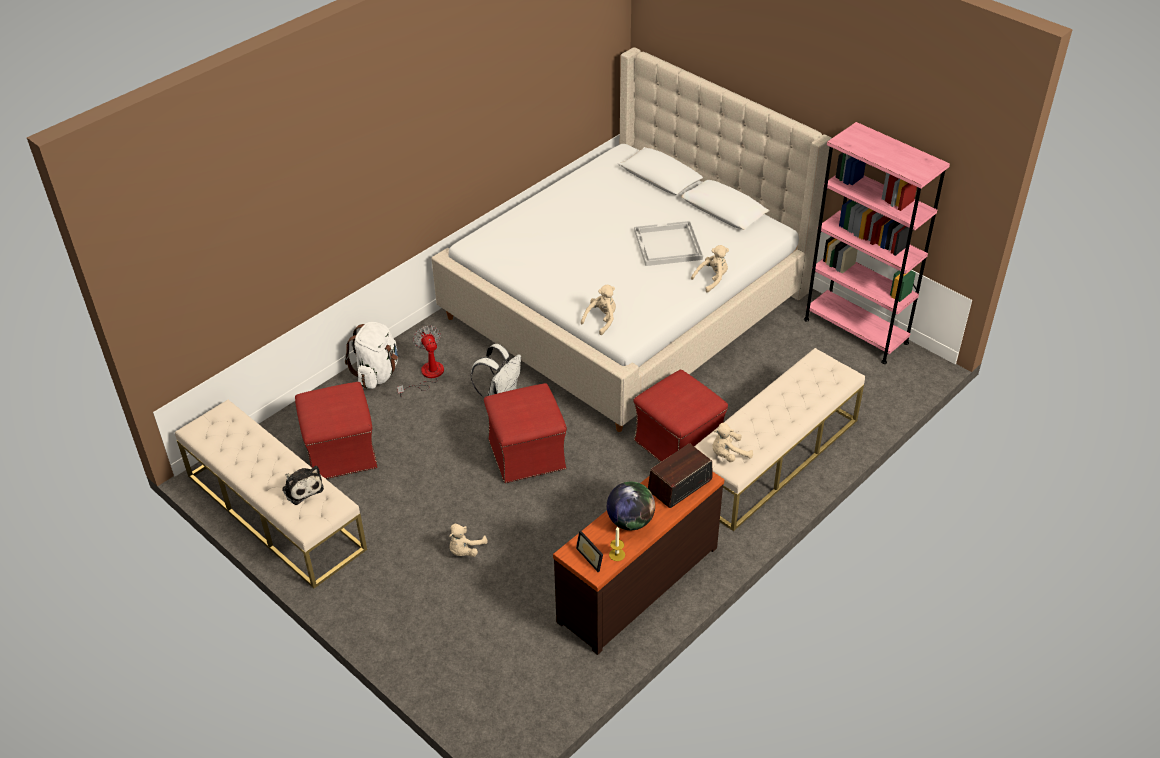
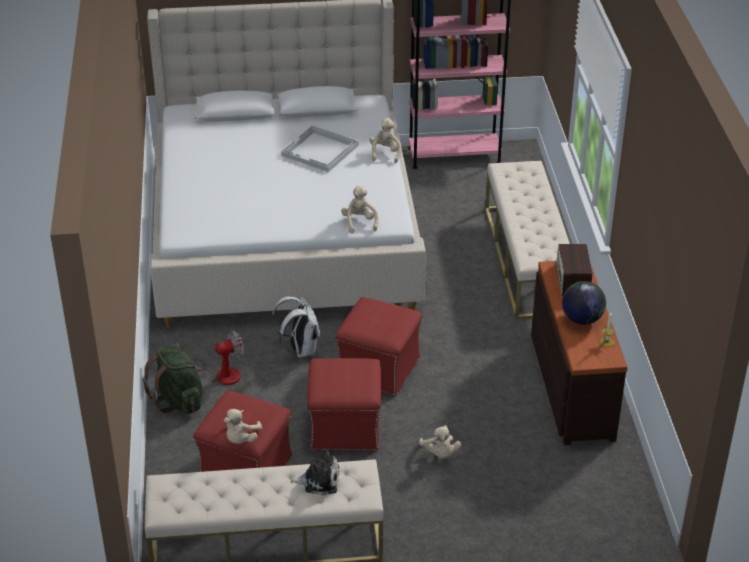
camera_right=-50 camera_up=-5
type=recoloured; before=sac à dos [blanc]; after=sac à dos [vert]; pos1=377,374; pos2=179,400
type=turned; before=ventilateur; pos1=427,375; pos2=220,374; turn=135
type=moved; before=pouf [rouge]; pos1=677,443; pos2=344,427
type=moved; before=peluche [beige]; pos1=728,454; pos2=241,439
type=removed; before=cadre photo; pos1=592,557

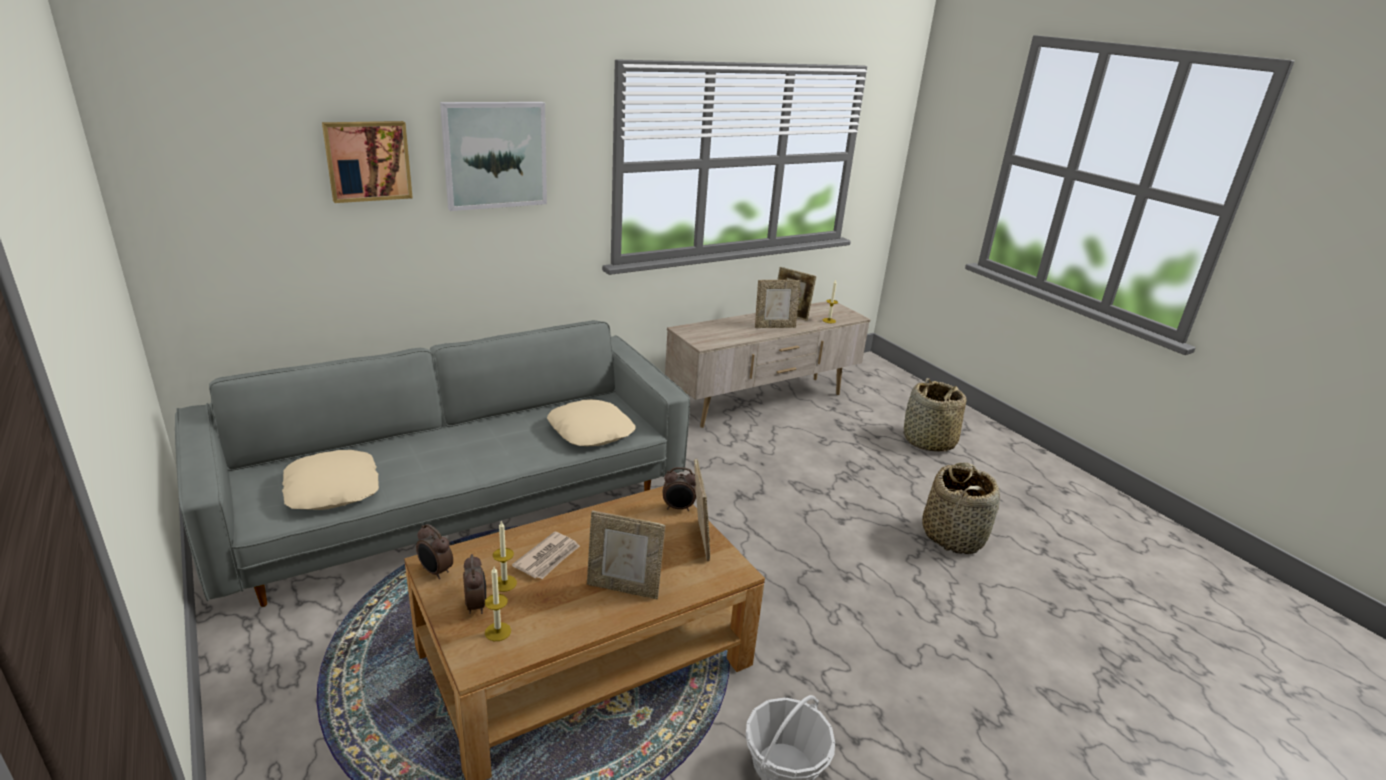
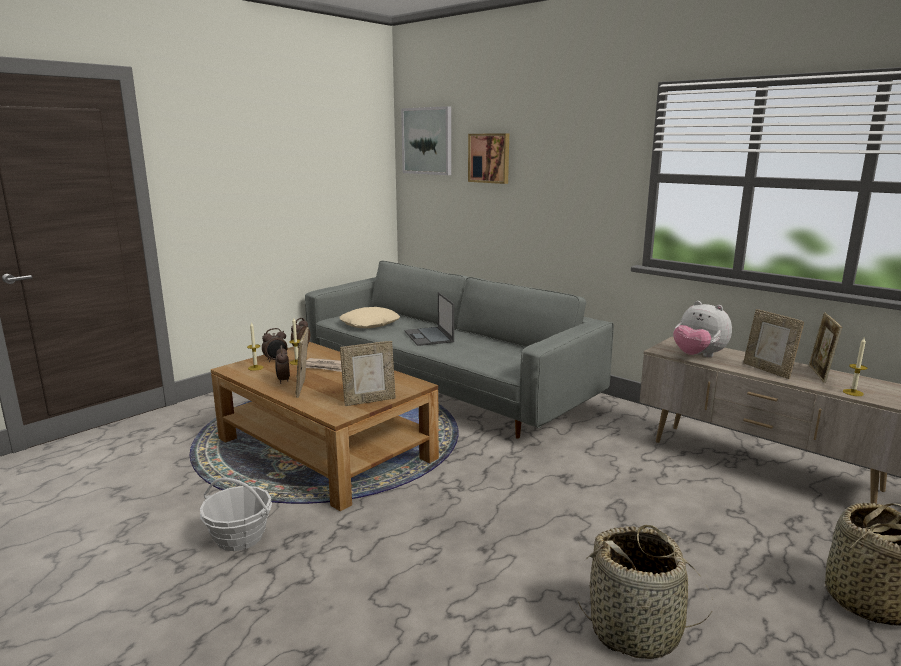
camera_right=75 camera_up=-10
type=moved; before=tableau; pos1=495,155; pos2=427,141
type=removed; before=coussin [beige]; pos1=591,431
type=moved; before=réveil; pos1=678,508; pos2=283,380
type=added; after=ordinateur portable; pos2=429,337
type=added; after=peluche; pos2=698,356

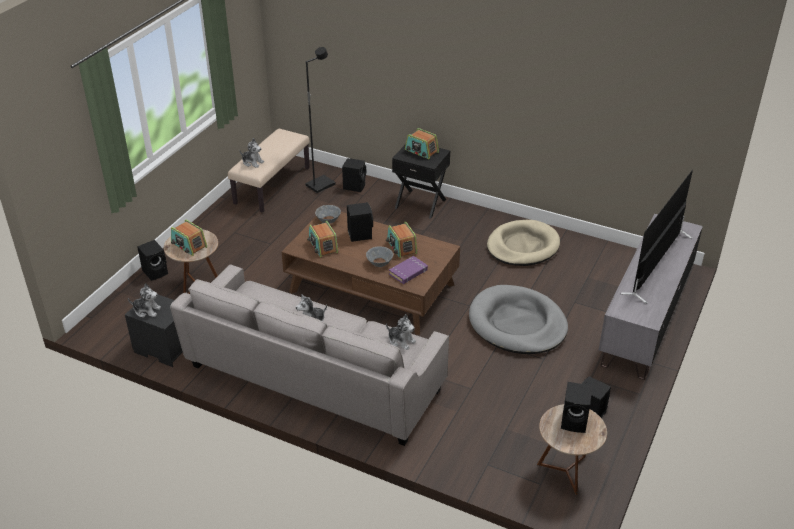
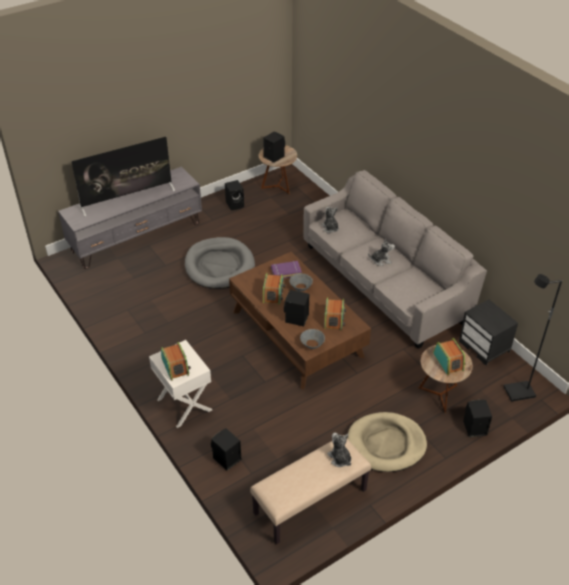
camera_right=-150 camera_up=5
type=moved; before=lampadaire [noir]; pos1=320,185; pos2=519,393
type=recoloured; before=table de chevet [noir]; after=table de chevet [blanc]; pos1=420,203; pos2=184,405
type=moved; before=panier pour chien [beige]; pos1=522,246; pos2=386,444
type=removed; before=peluche; pos1=147,310

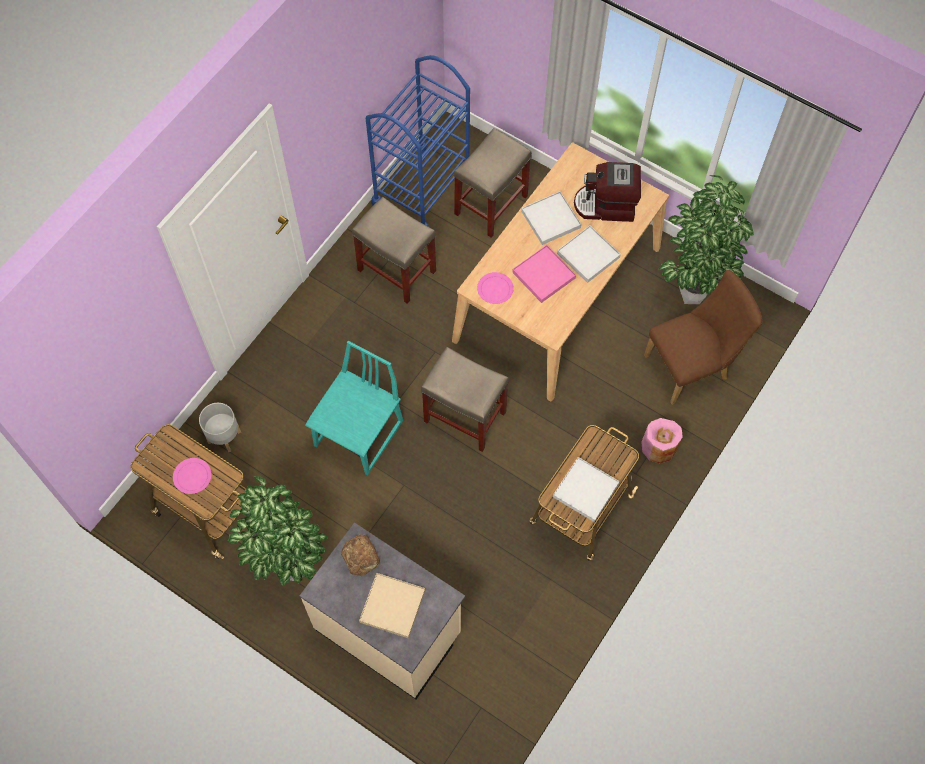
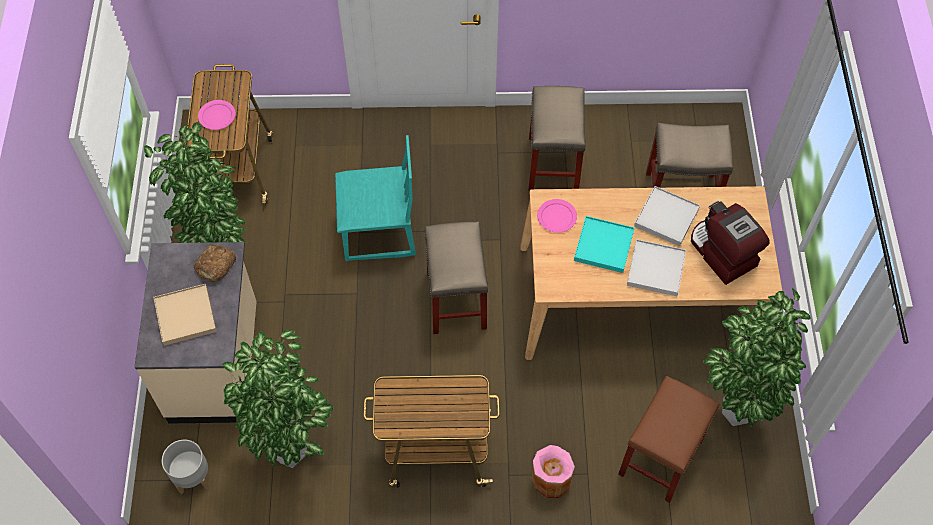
camera_right=55 camera_up=-5
type=removed; before=chariot [bleu]; pos1=422,189
type=recoloured; before=plateau [rose]; after=plateau [turquoise]; pos1=544,275; pos2=604,246
type=replaced; before=chaise [marron]; after=tabouret [marron]; pos1=691,366; pos2=660,458
type=moved; before=cache-pot [gris]; pos1=224,436; pos2=193,477
type=removed; before=plateau [blanc]; pos1=585,490
type=added; after=plante en pot; pos2=294,451

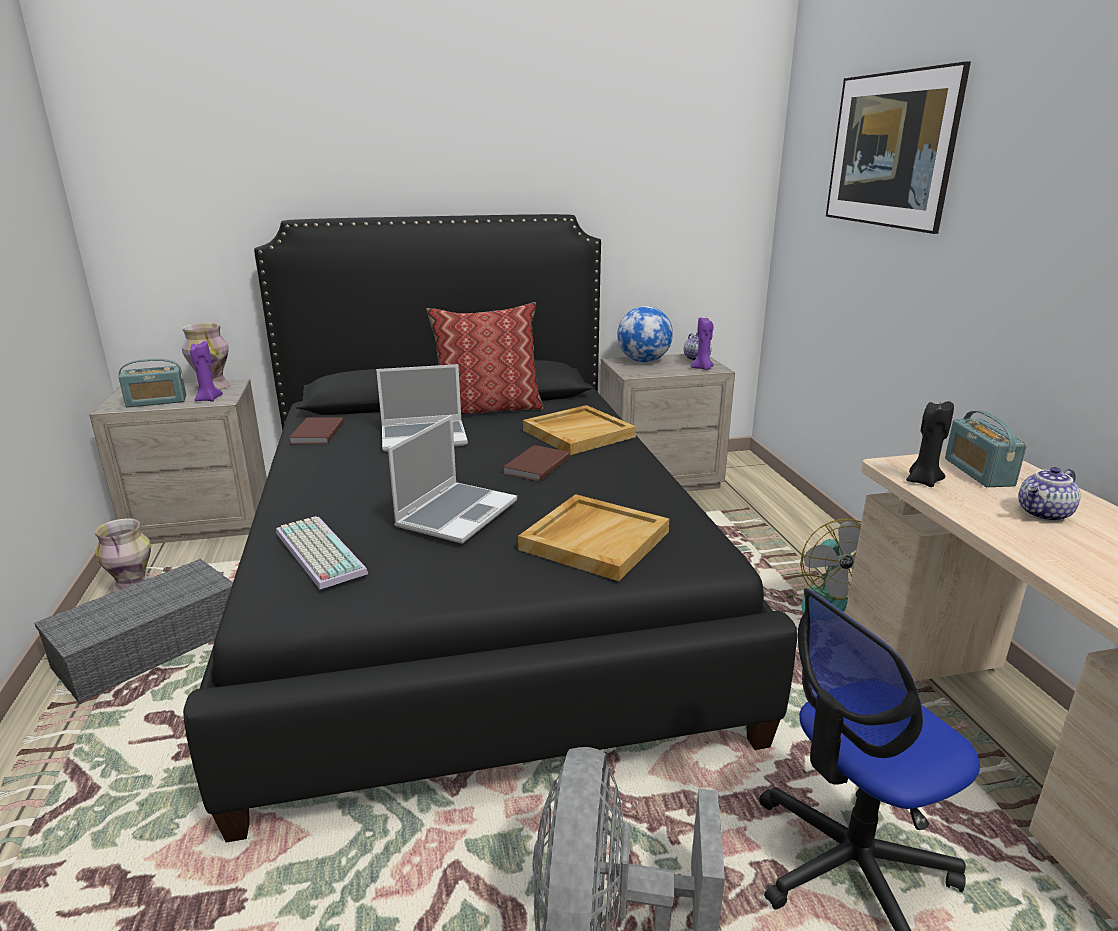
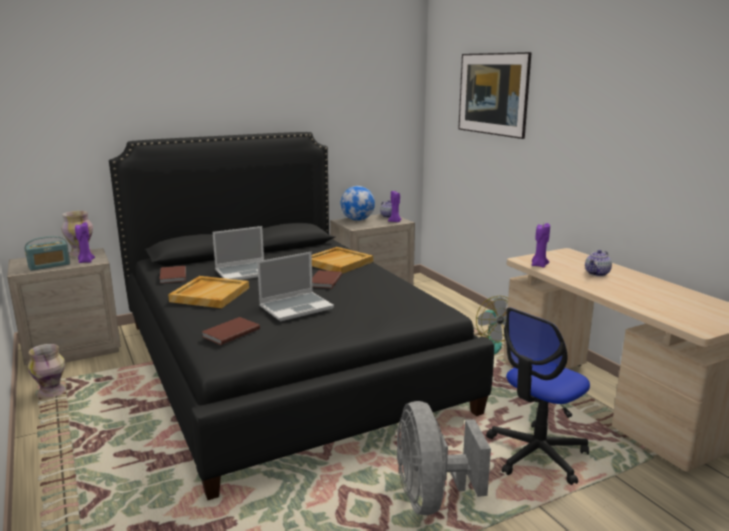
camera_right=-15 camera_up=-5
type=removed; before=coussin; pos1=488,408
type=recoloured; before=bougie [noir]; after=bougie [violet]; pos1=923,481; pos2=539,265
type=removed; before=radio; pos1=978,472
type=turned; before=ordinateur portable; pos1=457,513; pos2=296,307; turn=45
type=moved; before=plateau [beige]; pos1=594,540; pos2=210,294
type=replaced; before=clavier; after=livre [marron]; pos1=316,552; pos2=229,333
type=removed; before=boîte de rangement [gris]; pos1=152,645

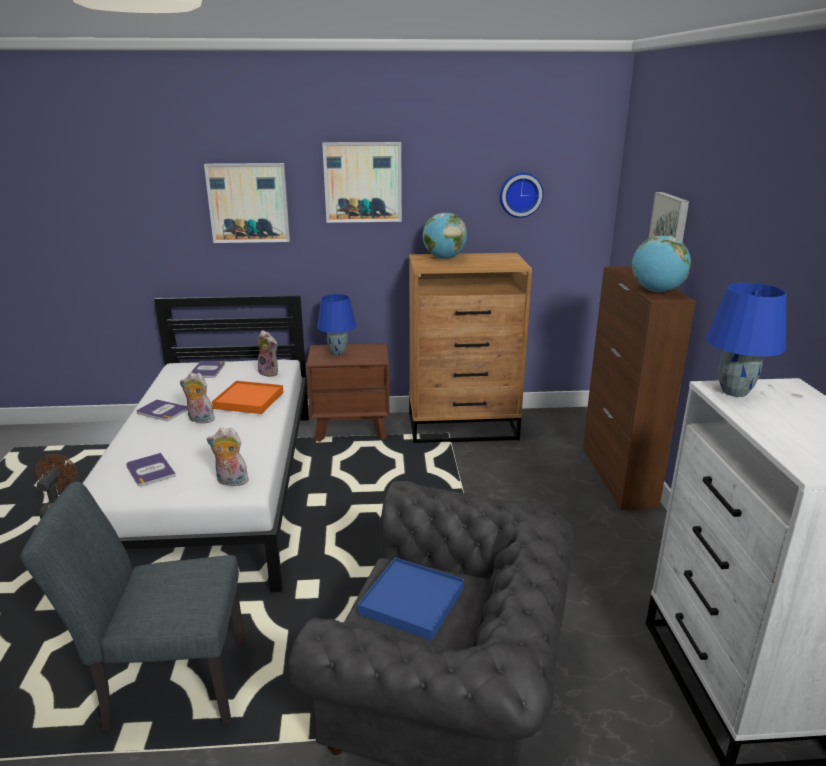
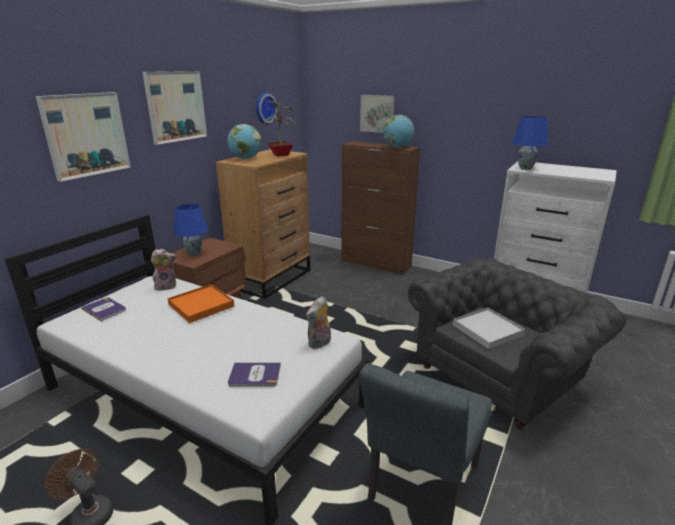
camera_right=-55 camera_up=0
type=removed; before=peluche; pos1=199,420
type=removed; before=livre; pos1=162,411
type=recoloured; before=plateau [bleu]; after=plateau [blanc]; pos1=412,601; pos2=487,330
type=added; after=plante en pot; pos2=282,154

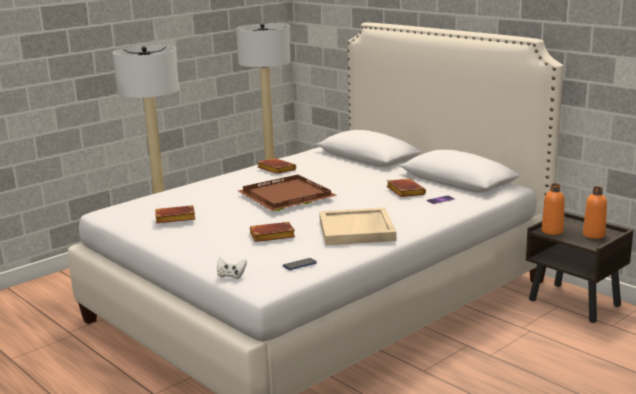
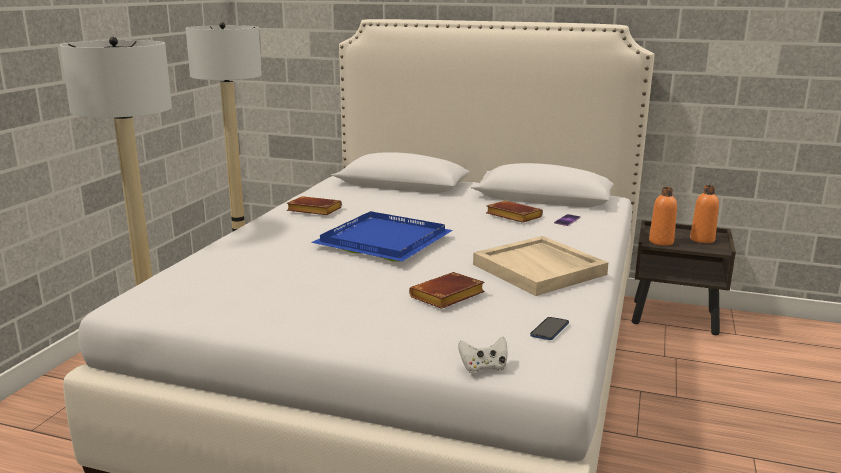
camera_right=-30 camera_up=0
type=recoloured; before=plateau [marron]; after=plateau [bleu]; pos1=287,195; pos2=383,240
type=removed; before=livre [marron]; pos1=174,219

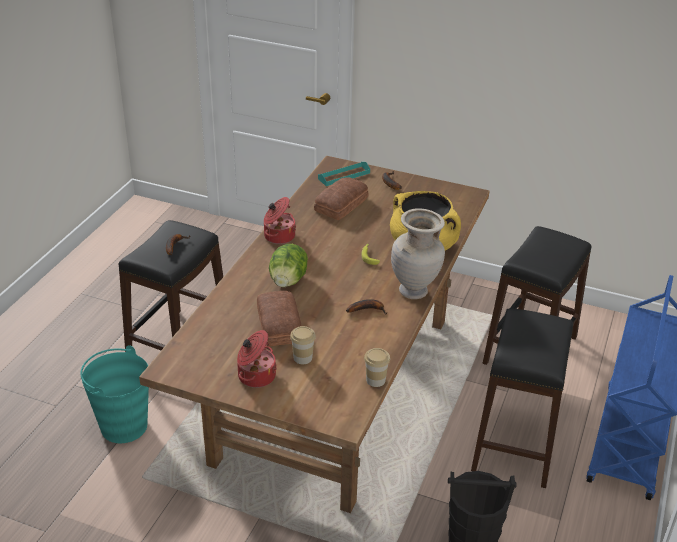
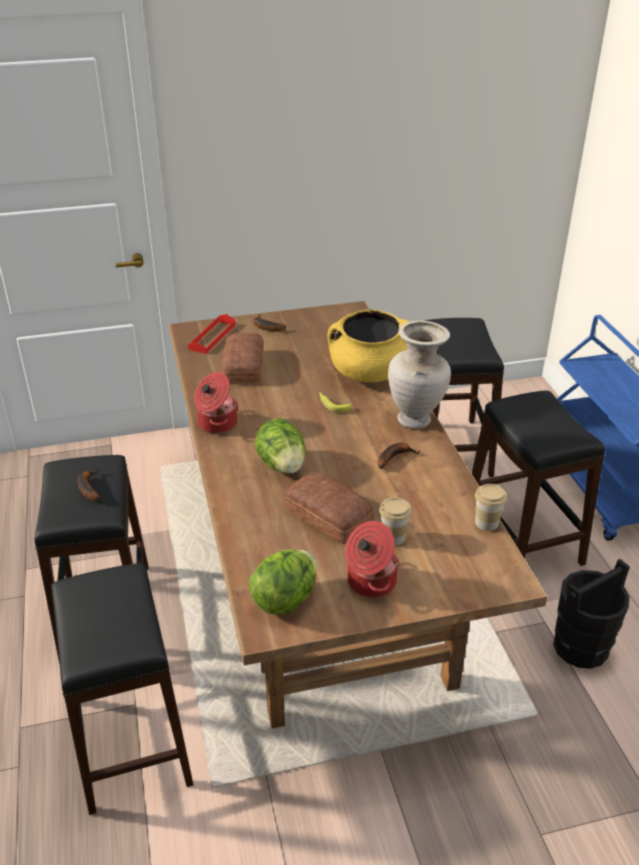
camera_right=-35 camera_up=0
type=recoloured; before=plateau [turquoise]; after=plateau [rouge]; pos1=344,176; pos2=212,337
type=replaced; before=seau [turquoise]; after=tabouret [noir]; pos1=123,426; pos2=130,741
type=added; after=laitue; pos2=285,599

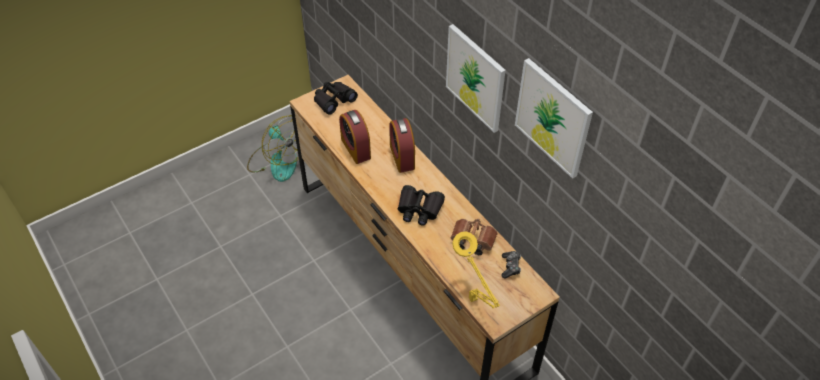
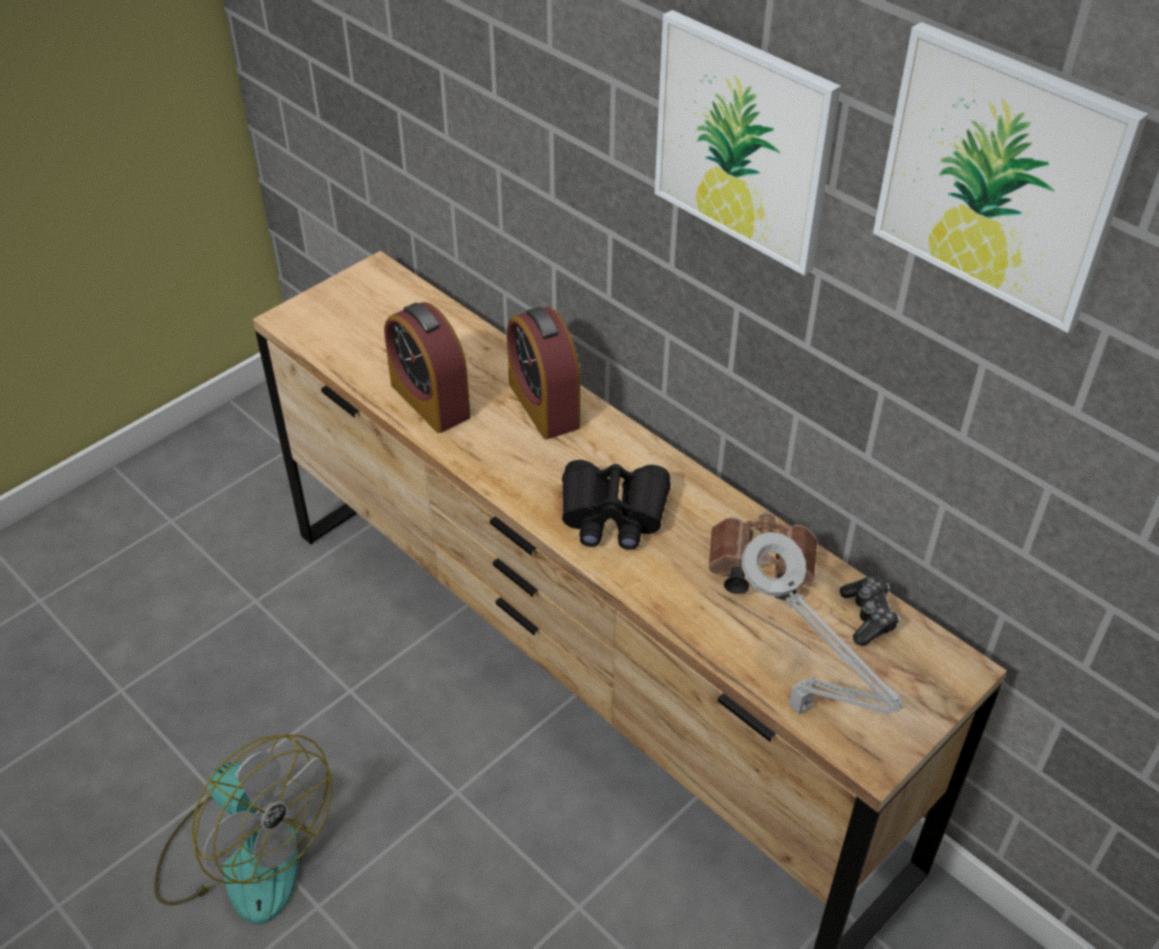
camera_right=-10 camera_up=-5
type=removed; before=jumelles [noir]; pos1=334,100
type=moved; before=ventilateur; pos1=278,160; pos2=245,853
type=recoloured; before=lampe de table [jaune]; after=lampe de table [gris]; pos1=474,301; pos2=805,712

